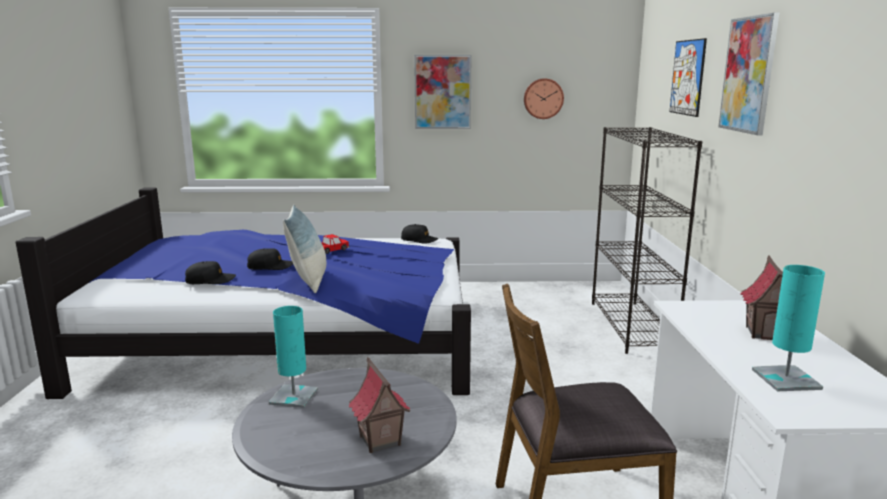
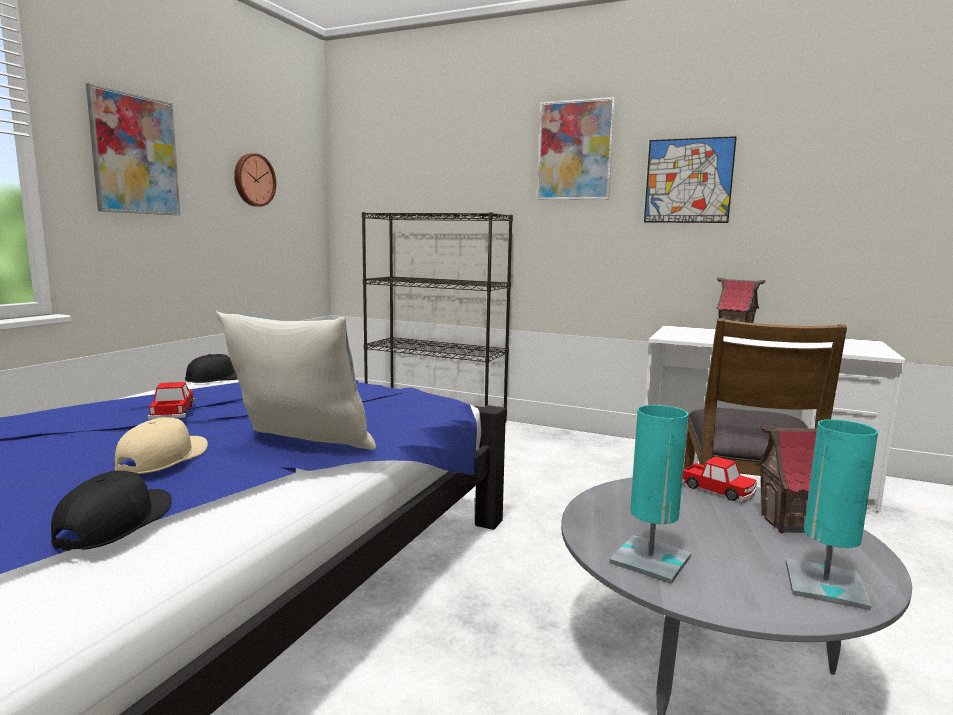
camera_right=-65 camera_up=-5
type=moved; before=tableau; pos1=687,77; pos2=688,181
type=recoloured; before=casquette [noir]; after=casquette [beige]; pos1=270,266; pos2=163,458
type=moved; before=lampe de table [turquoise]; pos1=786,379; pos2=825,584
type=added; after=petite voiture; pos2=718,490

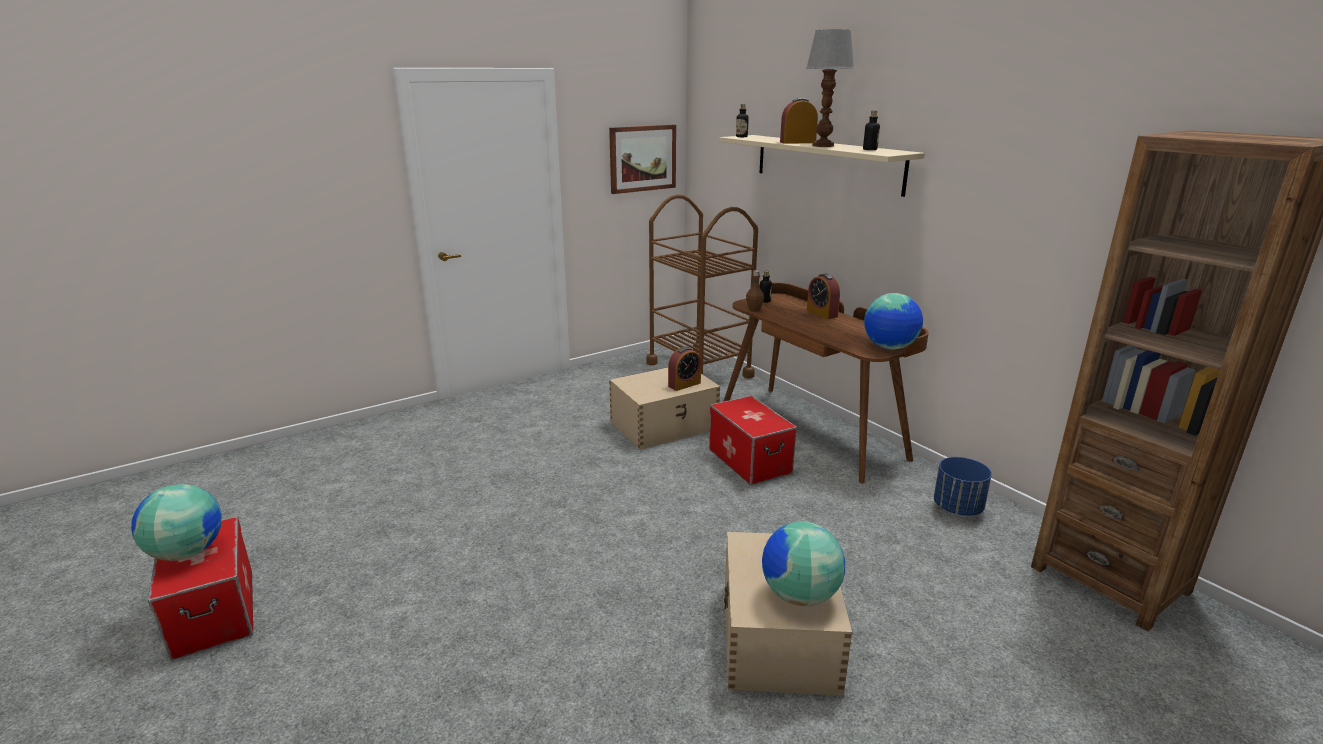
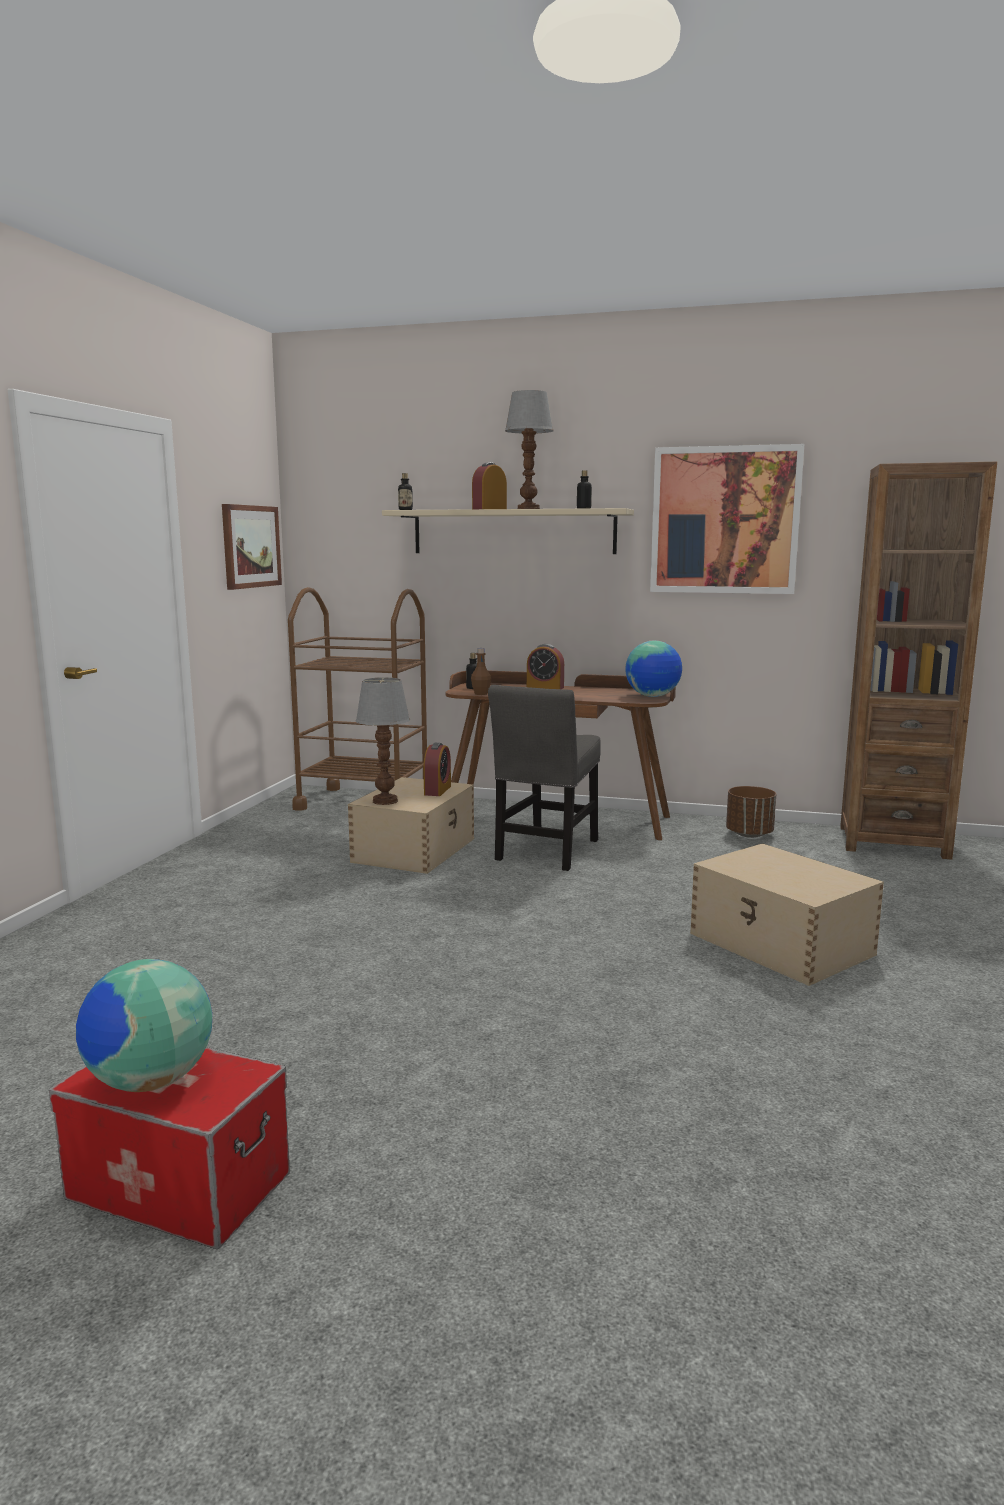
camera_right=-40 camera_up=-10
type=replaced; before=boîte de rangement; after=chaise [gris]; pos1=749,461; pos2=546,852
type=recoloured; before=cache-pot [bleu]; after=cache-pot [marron]; pos1=958,508; pos2=749,834
type=removed; before=globe; pos1=799,595
type=added; after=tableau; pos2=724,520
type=added; after=lampe de table; pos2=385,801

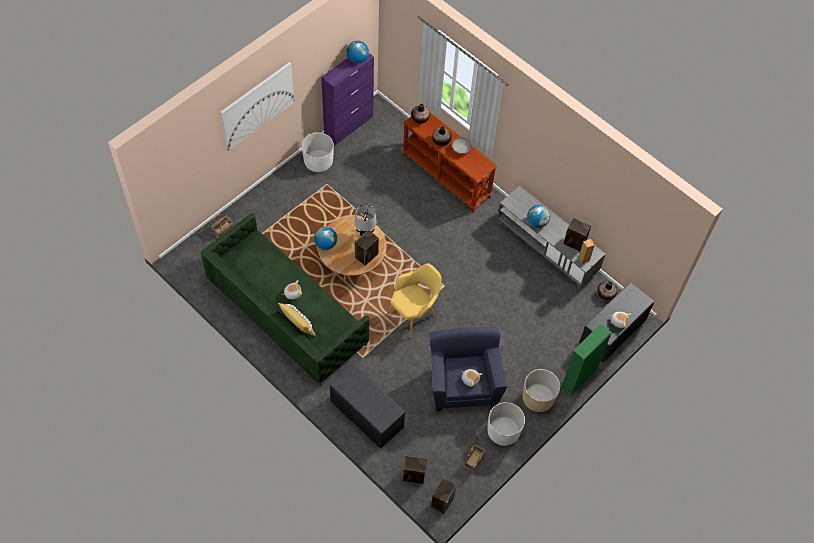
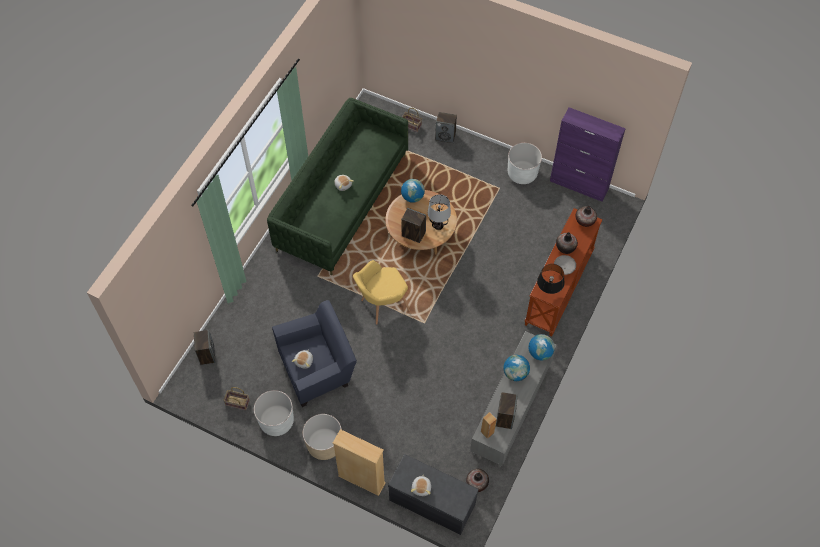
camera_right=75 camera_up=0
type=moved; before=globe; pos1=357,59; pos2=540,353
type=removed; before=tableau; pos1=257,105
type=turned; before=fauteuil [jaune]; pos1=414,314; pos2=381,305; turn=120
type=removed; before=coussin [jaune]; pos1=298,327
type=recoloured; before=bibliothèque [vert]; after=bibliothèque [beige]; pos1=578,378; pos2=361,479
type=removed; before=banc [gris]; pos1=366,414
type=moved; before=enceinte; pos1=442,501; pos2=445,136
type=added; after=lampe de table [noir]; pos2=548,290

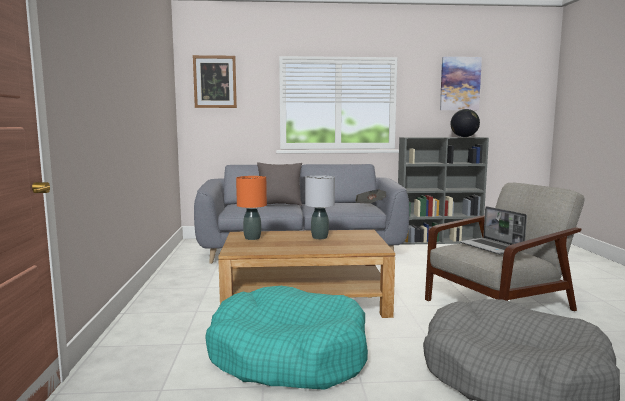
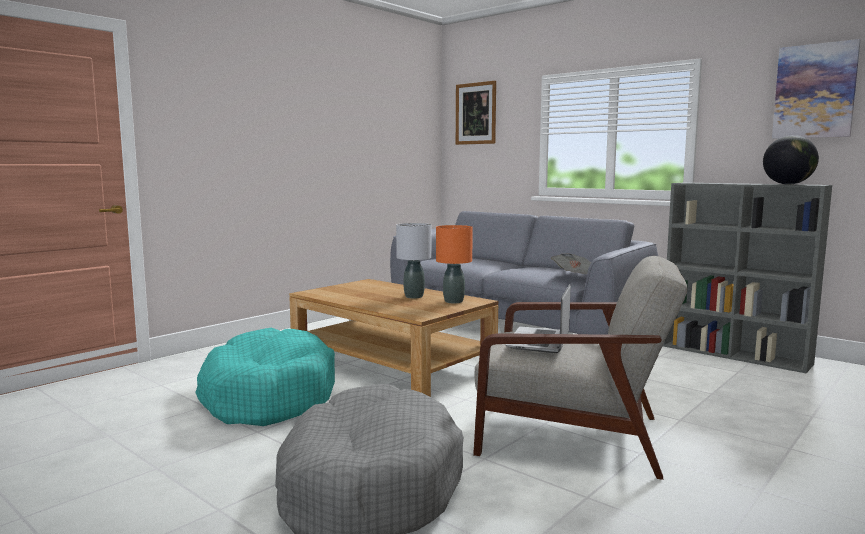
camera_right=45 camera_up=0
type=removed; before=coussin [gris]; pos1=279,205
type=moved; before=lampe de table [orange]; pos1=252,238; pos2=454,301

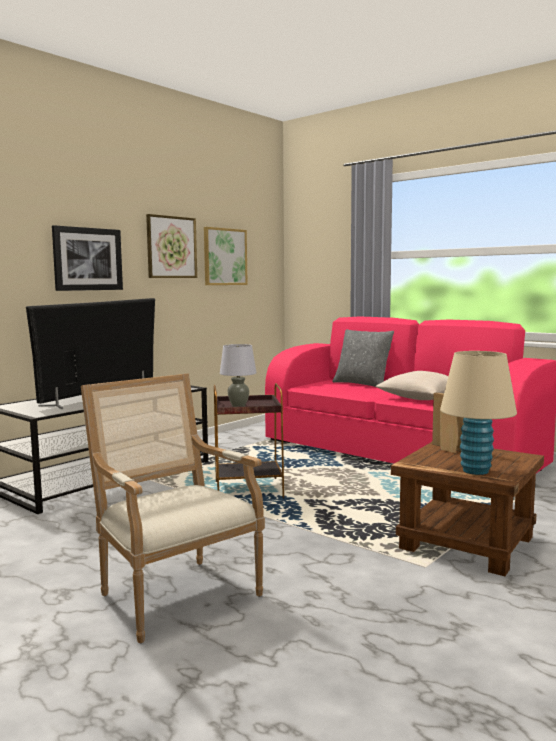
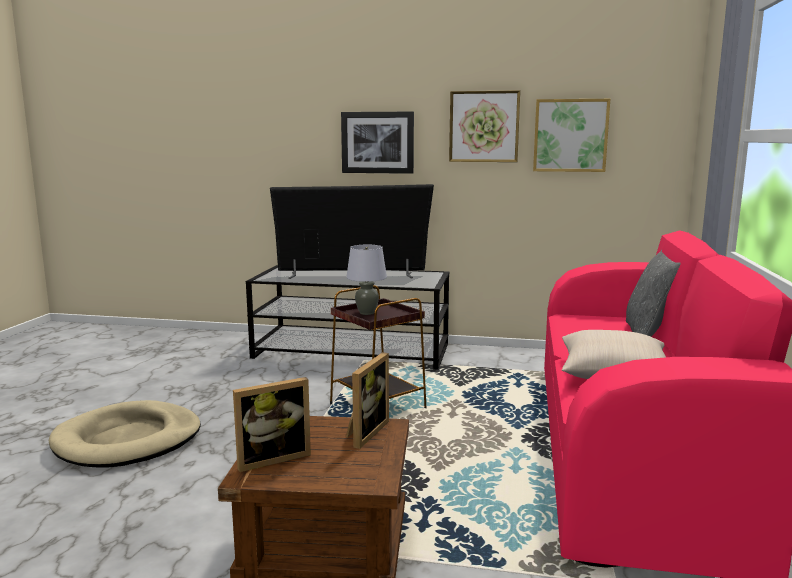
camera_right=60 camera_up=5
type=replaced; before=lampe de table [beige]; after=cadre photo; pos1=475,471; pos2=272,458
type=replaced; before=fauteuil; after=panier pour chien [beige]; pos1=173,594; pos2=128,440

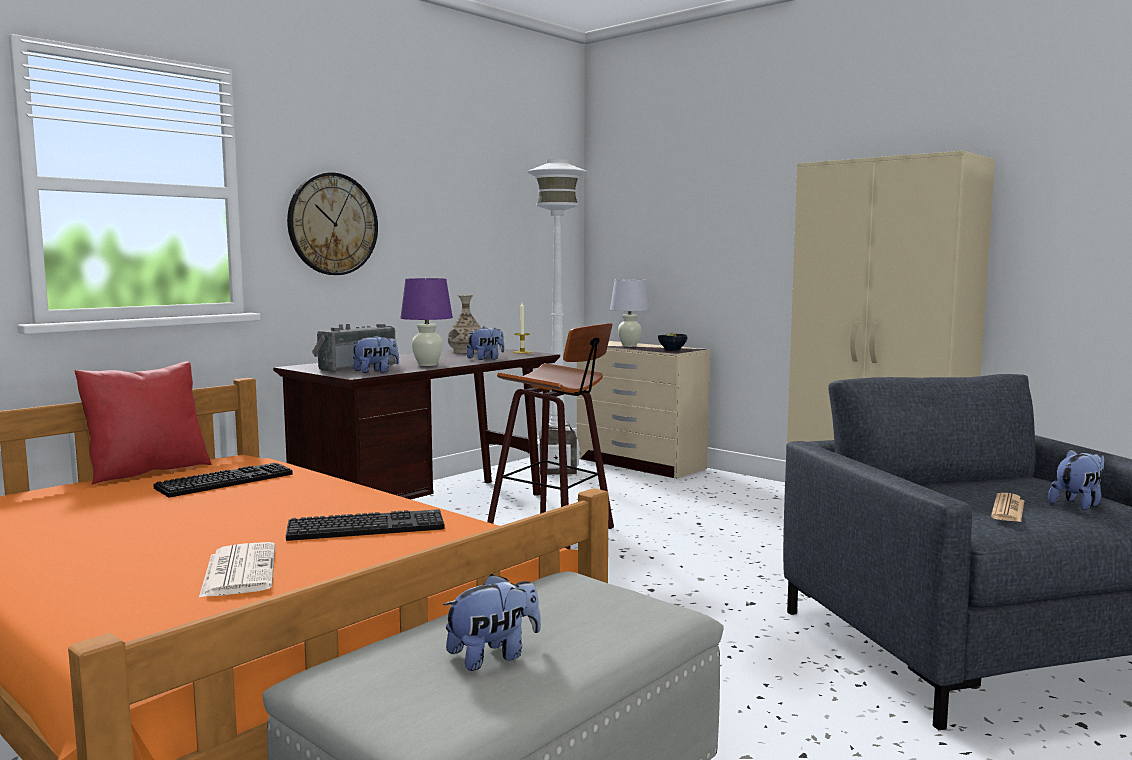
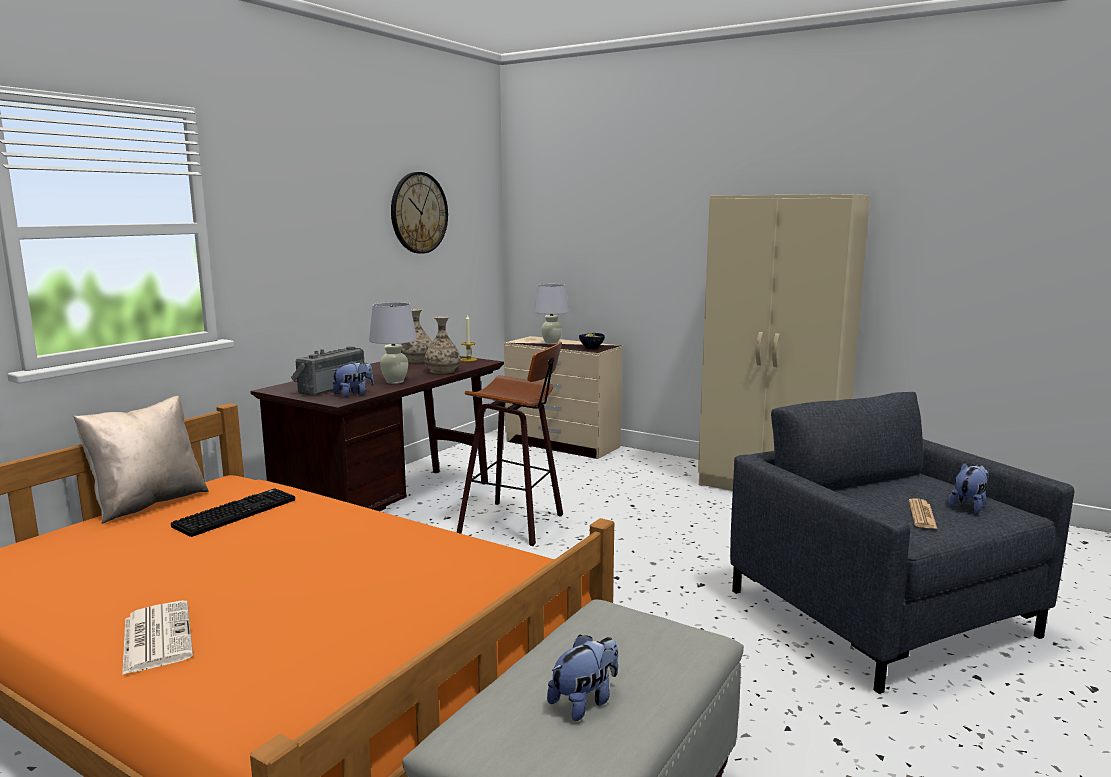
camera_right=-10 camera_up=5
type=removed; before=lampadaire [blanc]; pos1=557,470
type=moved; before=horloge murale; pos1=332,224; pos2=418,213
type=recoloured; before=lampe de table [violet]; after=lampe de table [blanc]; pos1=427,364; pos2=395,381
type=replaced; before=peluche; after=vase; pos1=486,359; pos2=442,371
type=recoloured; before=coussin [rouge]; after=coussin [beige]; pos1=147,471; pos2=148,503
type=removed; before=clavier; pos1=368,527
type=moved; before=journal; pos1=238,571; pos2=156,637

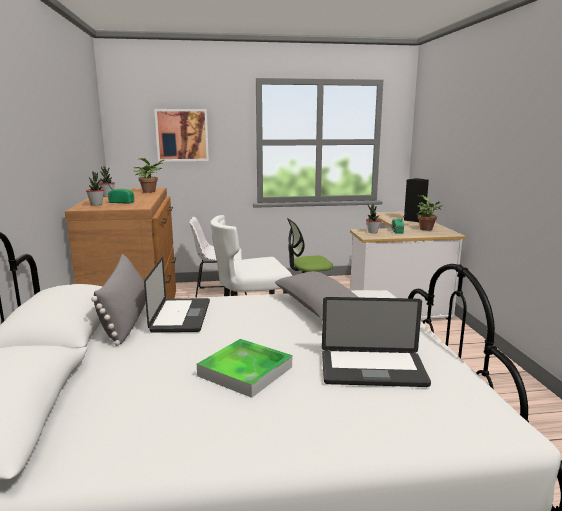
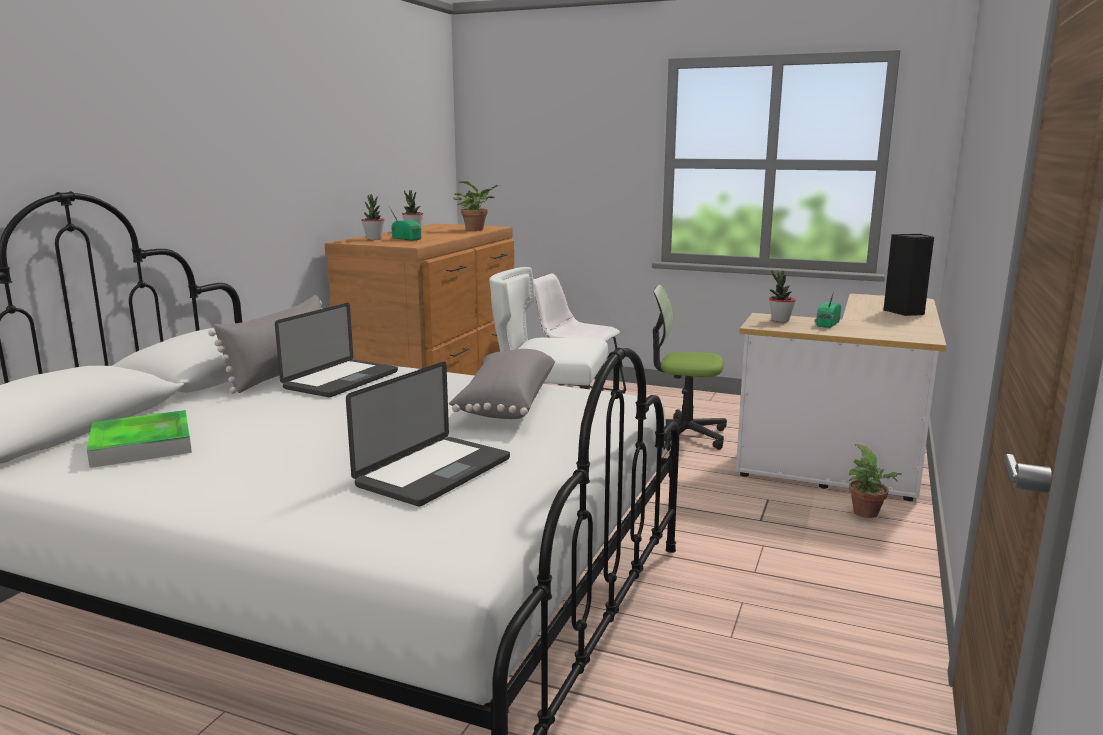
camera_right=30 camera_up=0
type=removed; before=tableau; pos1=182,135
type=moved; before=plante en pot; pos1=427,229; pos2=868,514
type=turned; before=ordinateur portable; pos1=372,370; pos2=434,472; turn=-90
type=moved; before=plateau; pos1=245,371; pos2=142,445

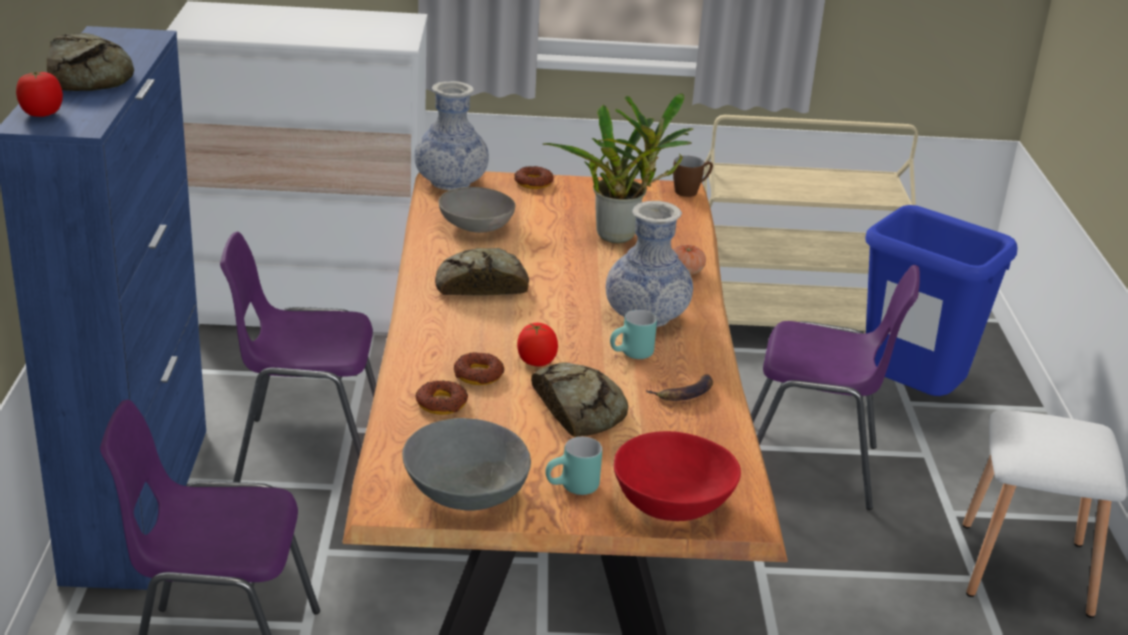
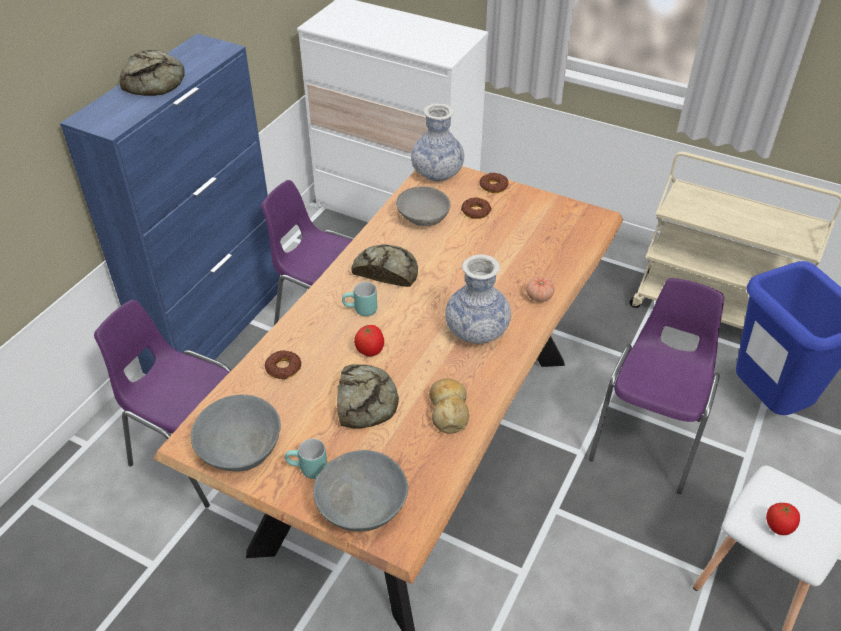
camera_right=30 camera_up=15
type=moved; before=tomate; pos1=42,114; pos2=779,526
type=removed; before=plante en pot; pos1=621,236
type=removed; before=mug [marron]; pos1=691,191
type=turned; before=chaise [violet]; pos1=811,467; pos2=649,438; turn=-105
type=moved; before=mug [turquoise]; pos1=632,355; pos2=360,311
type=moved; before=beignet; pos1=478,375; pos2=475,211
type=replaced; before=banane; after=pain; pos1=684,393; pos2=448,410
type=recoloured; before=bol [rouge]; after=bol [gris]; pos1=674,503; pos2=362,508

